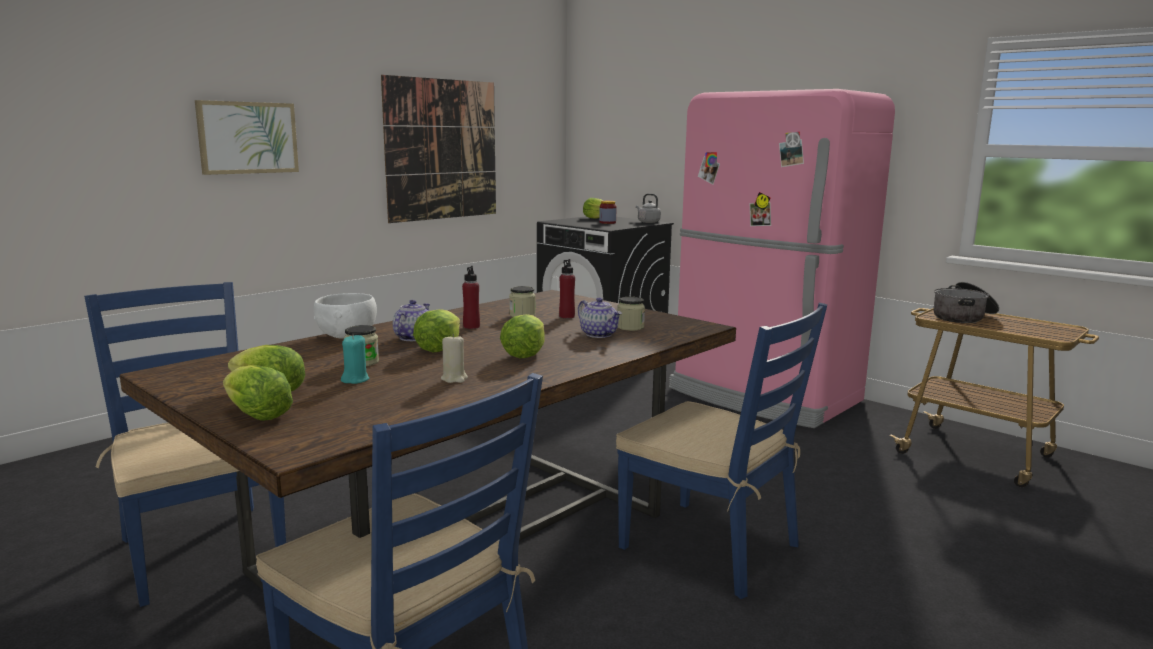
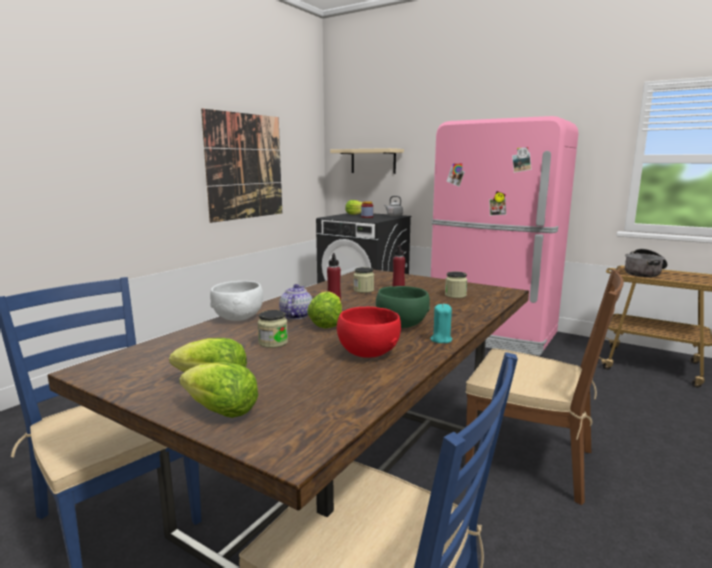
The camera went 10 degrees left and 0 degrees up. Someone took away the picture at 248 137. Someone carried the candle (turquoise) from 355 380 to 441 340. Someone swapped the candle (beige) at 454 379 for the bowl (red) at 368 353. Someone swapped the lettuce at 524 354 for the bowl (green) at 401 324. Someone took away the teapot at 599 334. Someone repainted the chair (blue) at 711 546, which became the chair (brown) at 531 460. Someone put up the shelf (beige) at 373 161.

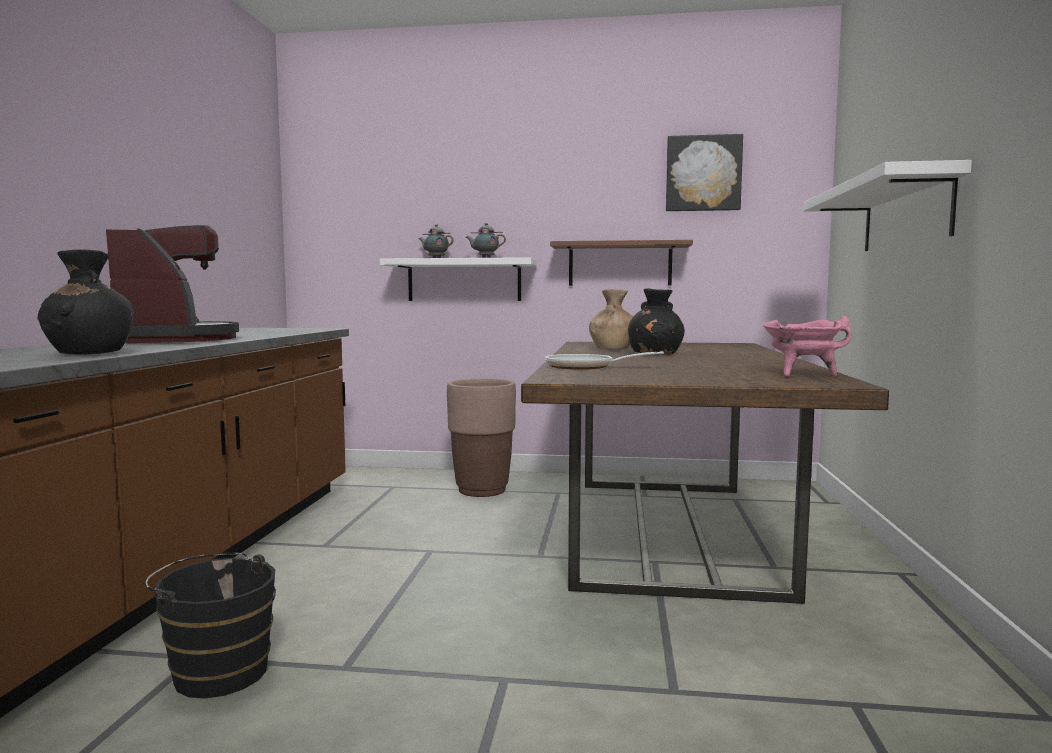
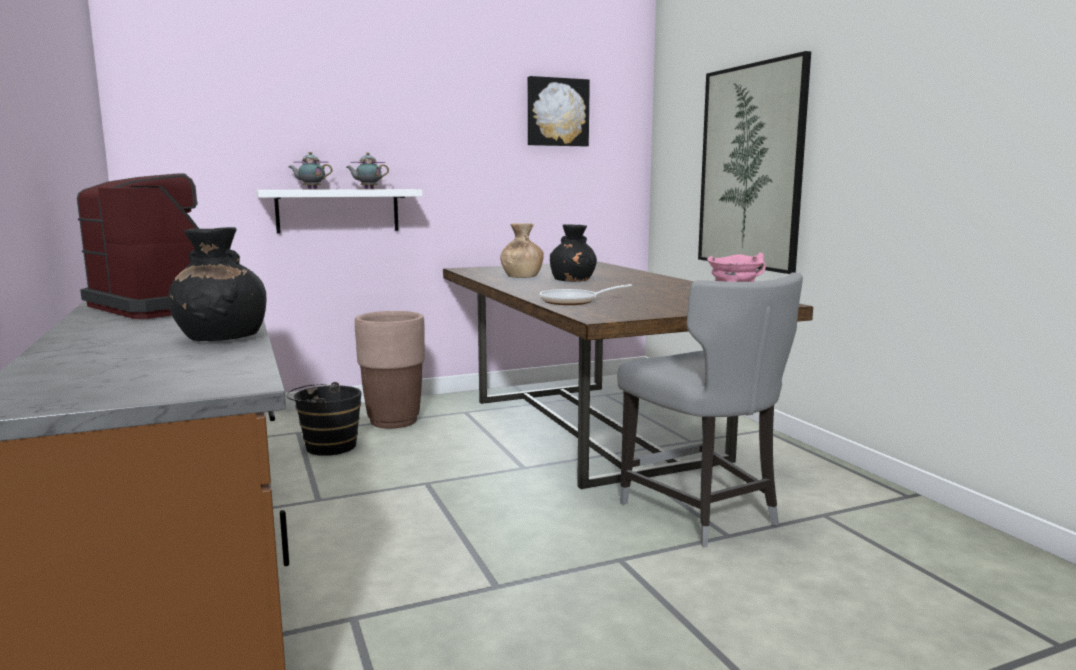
The camera went 30 degrees left and 5 degrees up. Someone carried the bucket (black) from 217 671 to 326 446. Someone took away the shelf (brown) at 620 264. Someone swapped the shelf (white) at 905 214 for the picture at 750 167. Someone put down the chair (grey) at 702 513.

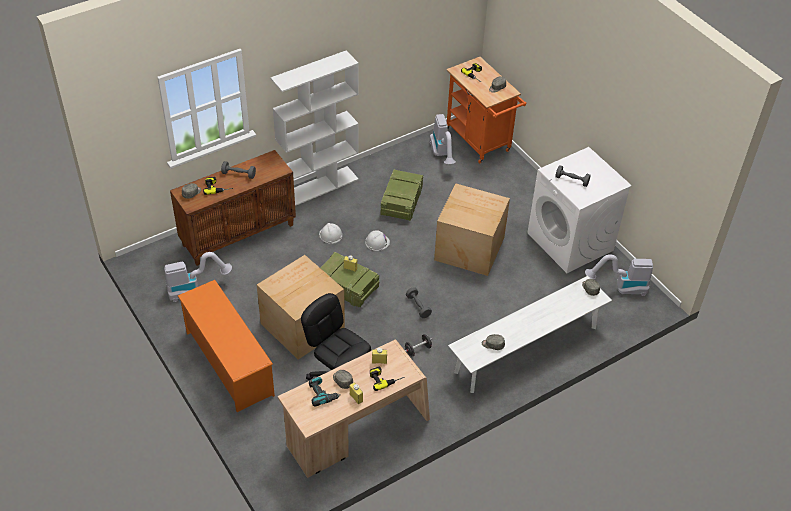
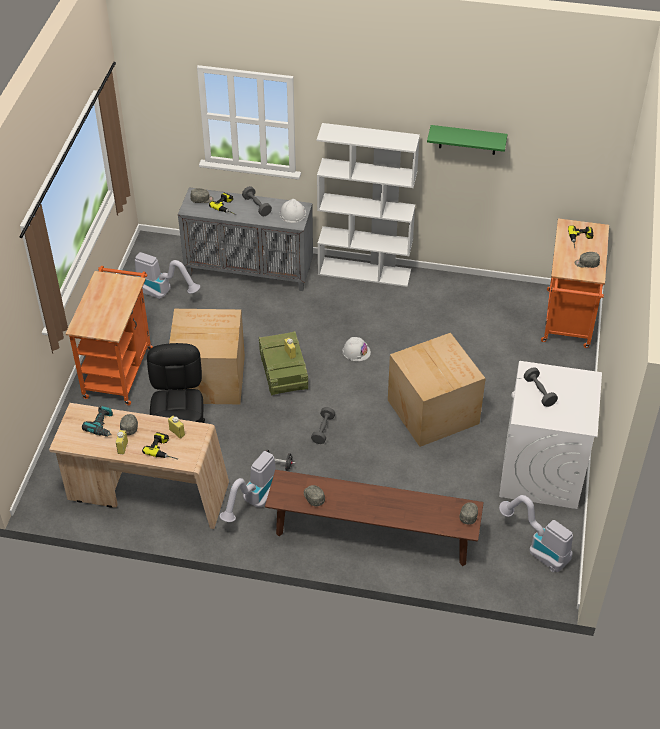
The camera went 45 degrees right and 0 degrees up. Someone repainted the cabinet (brown) at 238 234, which became the cabinet (grey) at 250 270. Someone swapped the shoe rack (orange) at 228 363 for the cart (orange) at 119 368. Someone carried the hard hat (white) from 330 235 to 292 213. Someone took away the crate at 401 203. Someone carried the vacuum cleaner from 442 155 to 253 503. Someone repainted the bench (white) at 526 349, which became the bench (brown) at 372 535. Someone put up the shelf (green) at 467 140.

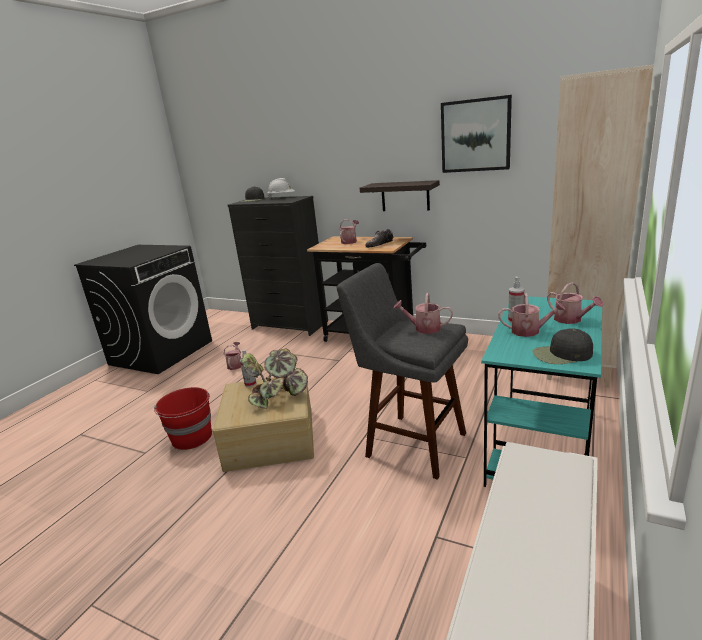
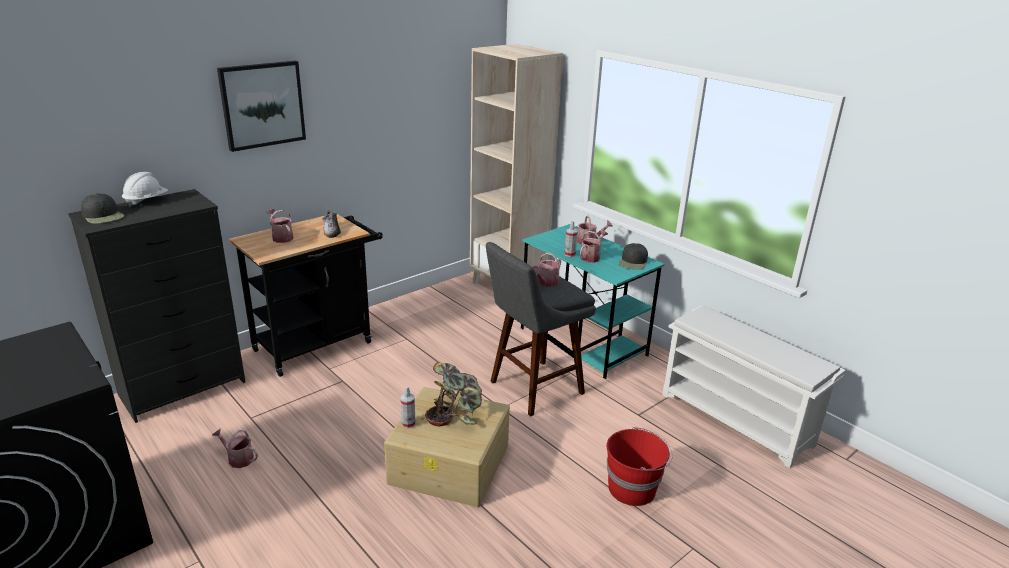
The camera went 70 degrees left and 5 degrees up. Someone carried the bucket (red) from 192 437 to 633 488. Someone took away the shelf at 405 196. Someone carried the picture from 475 135 to 262 105.

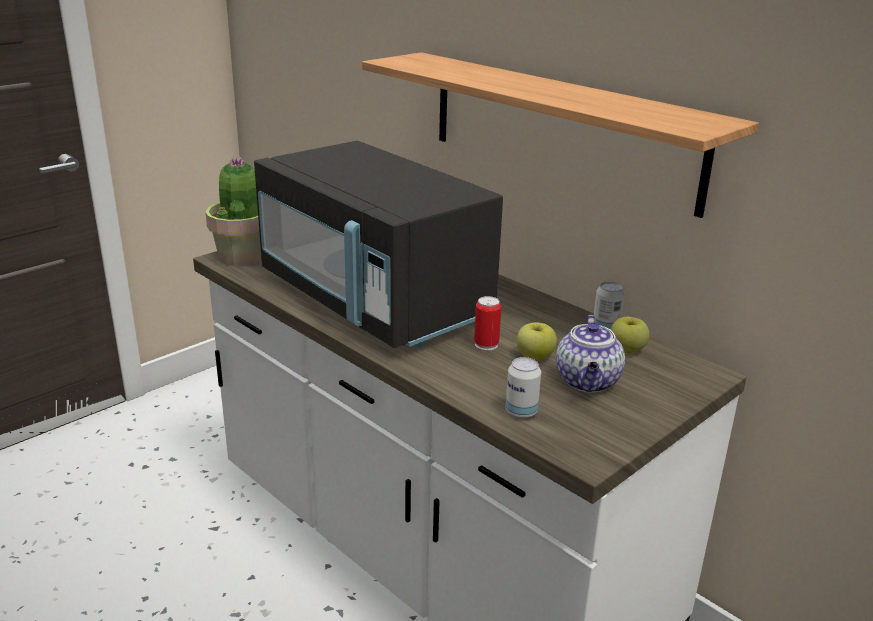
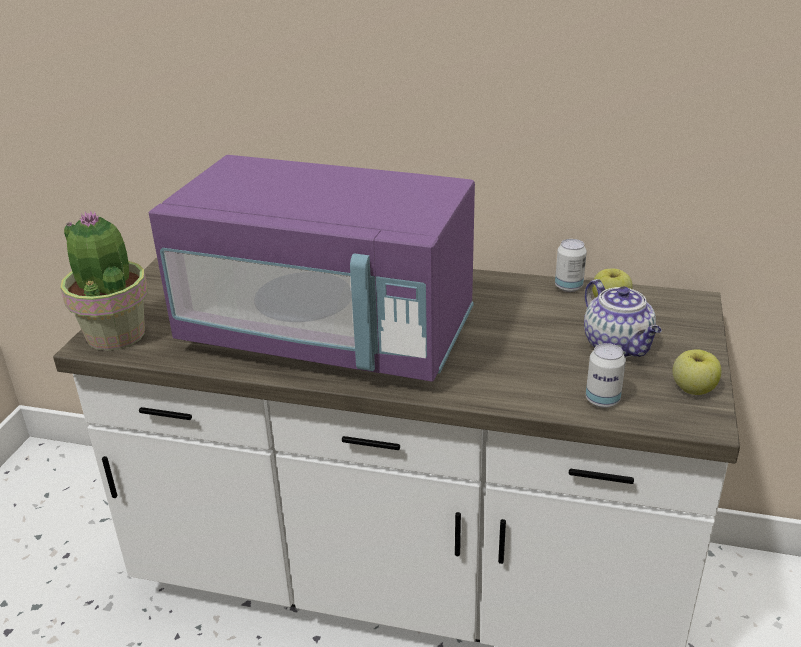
The camera went 30 degrees left and 5 degrees up. Someone repainted the microwave (black) at 374 301, which became the microwave (purple) at 328 335. Someone took away the shelf at 560 128. Someone took away the can at 486 344. Someone carried the apple from 535 356 to 693 389.

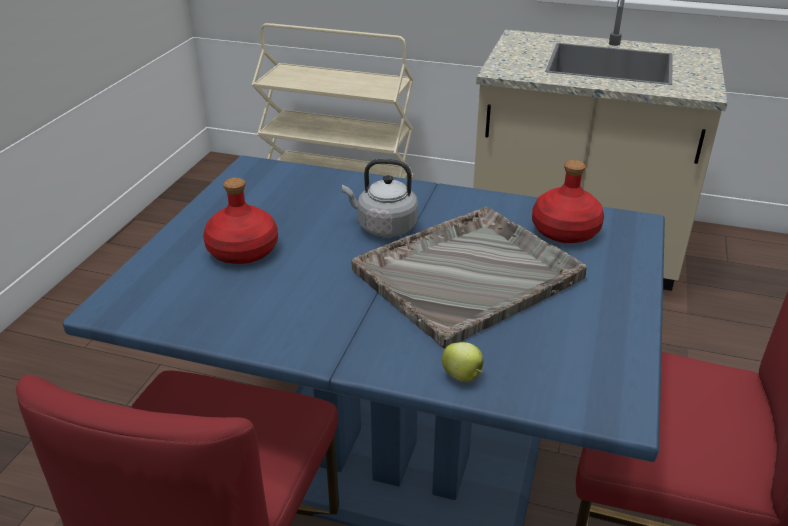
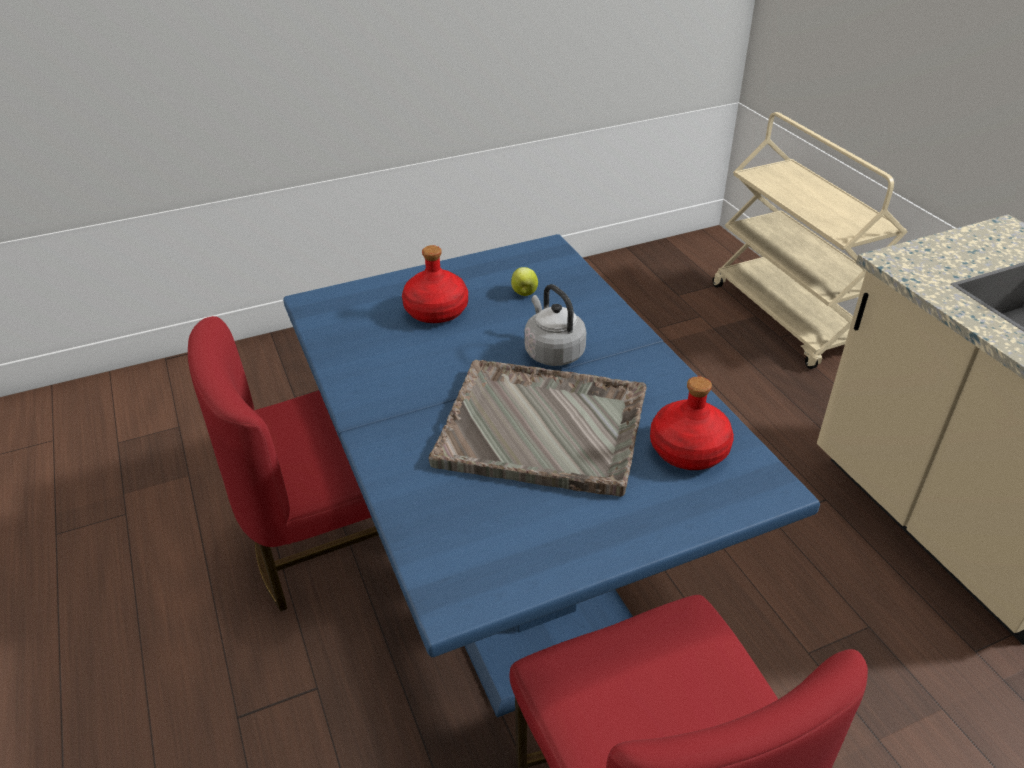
The camera went 50 degrees right and 5 degrees up. Someone carried the apple from 463 376 to 524 293.

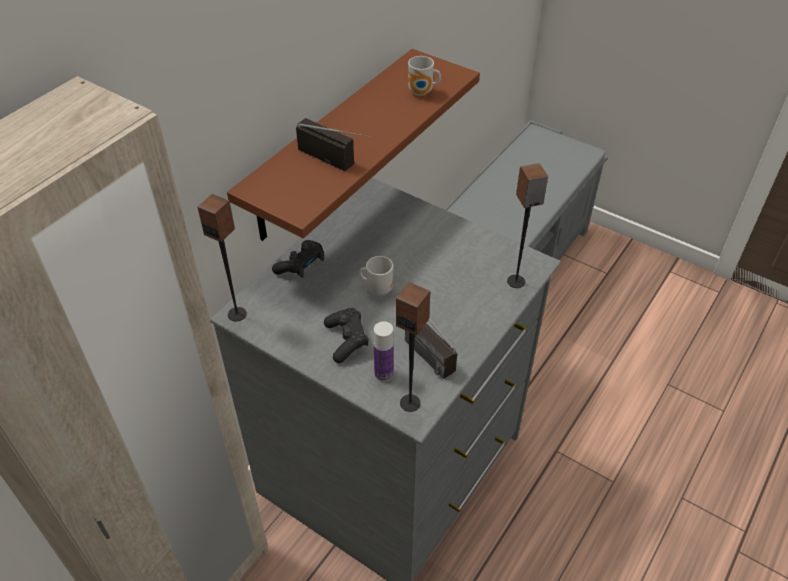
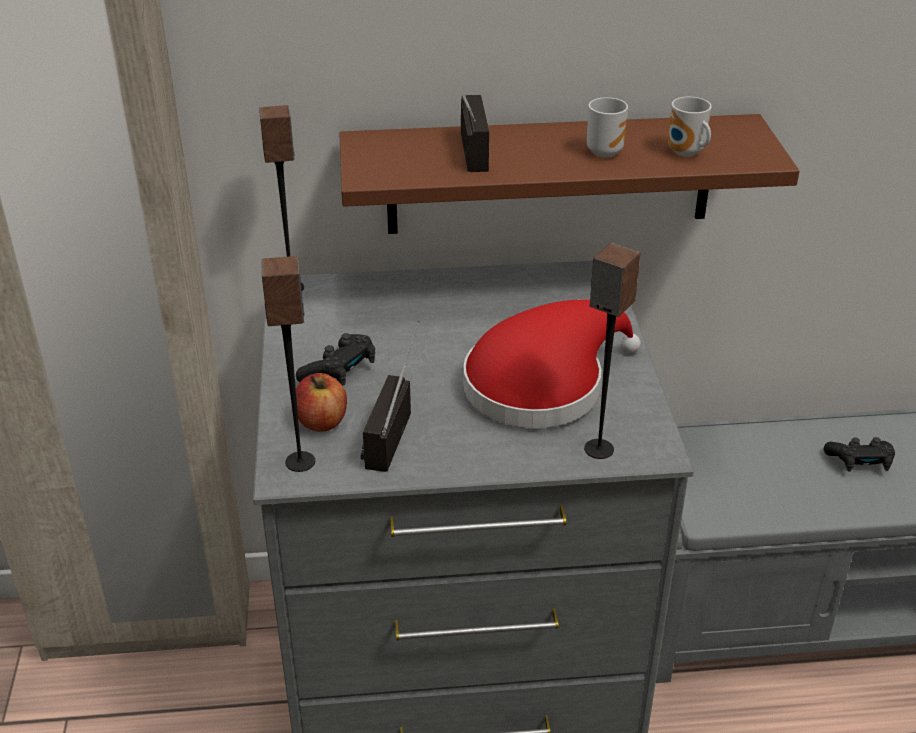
The camera went 50 degrees right and 10 degrees down. Someone carried the game controller (black) from 301 266 to 860 463. Someone carried the mug from 378 288 to 604 151. Someone swapped the bottle at 384 373 for the apple at 322 421. Someone put down the hat (red) at 542 384.

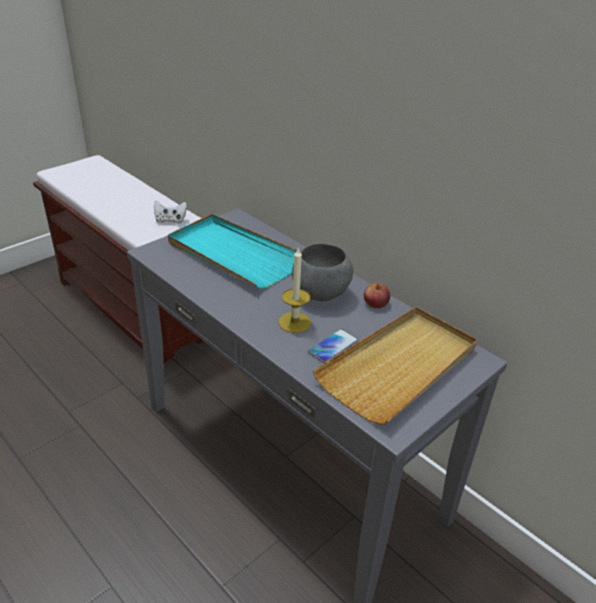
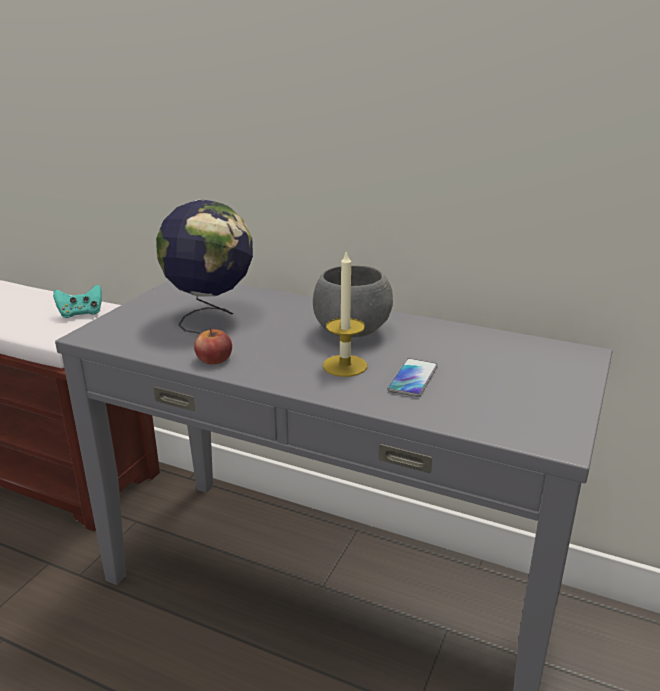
The camera went 20 degrees left and 10 degrees down. Someone repainted the game controller (white) at 170 220, which became the game controller (turquoise) at 81 313. Someone swapped the tray (turquoise) at 233 255 for the globe at 211 316. Someone took away the tray (beige) at 399 366. Someone carried the apple from 375 303 to 214 359.

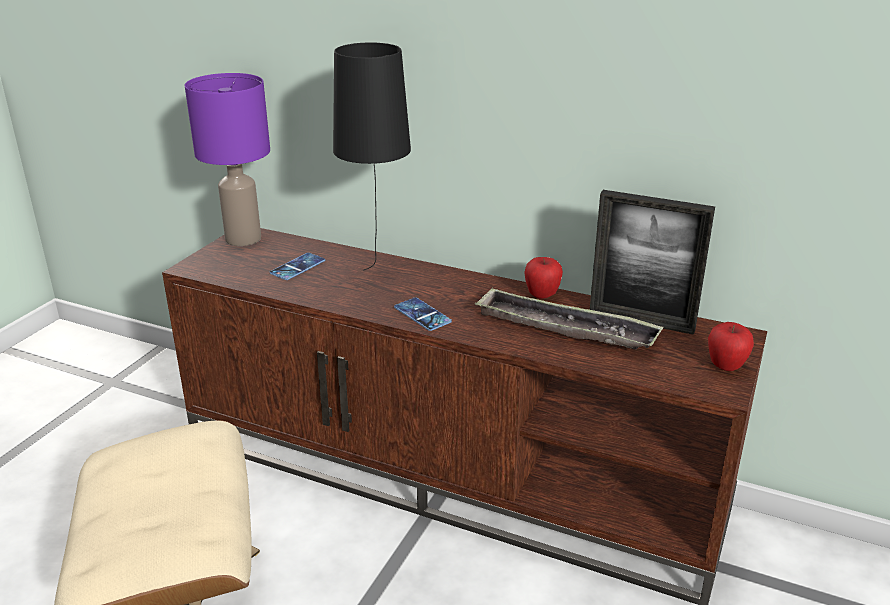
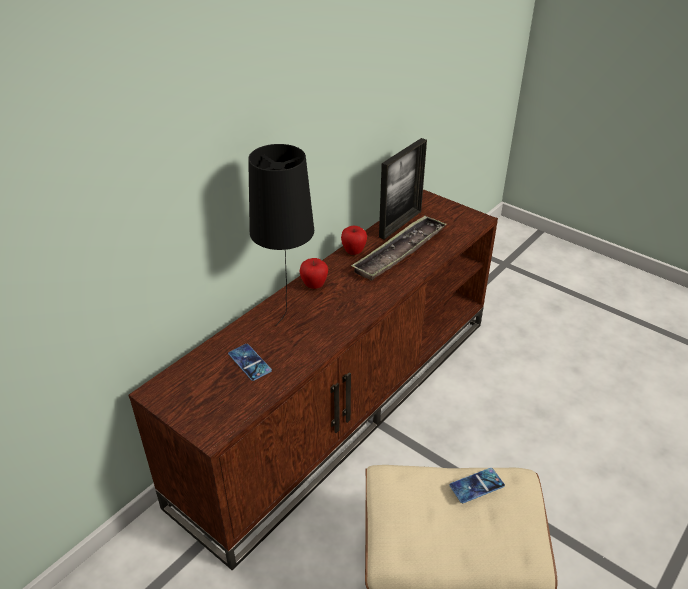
The camera went 75 degrees left and 10 degrees up. Someone took away the table lamp (purple) at 242 239. Someone carried the phone from 422 314 to 476 485. Someone carried the apple from 725 366 to 314 285.

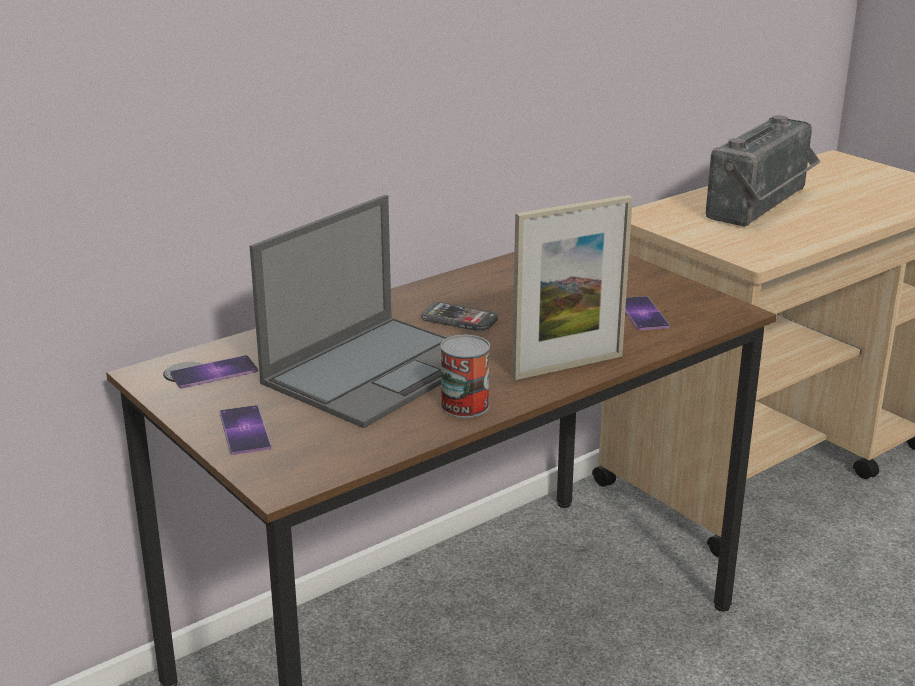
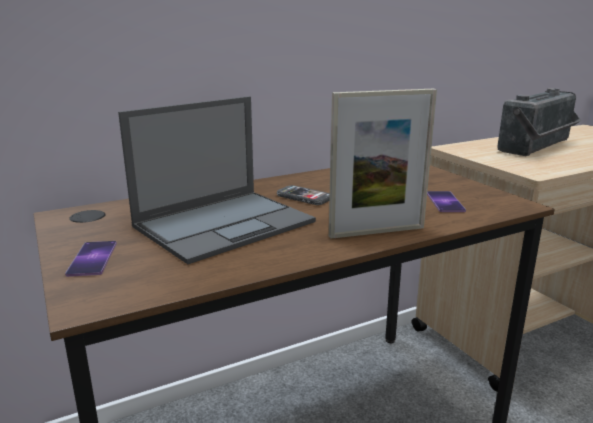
The camera went 10 degrees right and 5 degrees down. Someone took away the phone at 214 372. Someone took away the can at 465 406.

